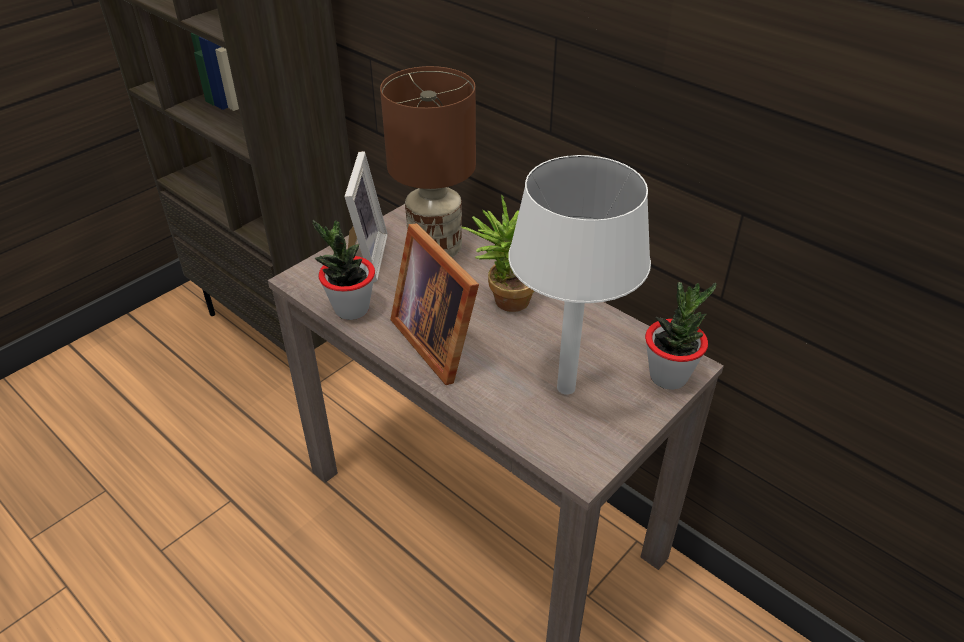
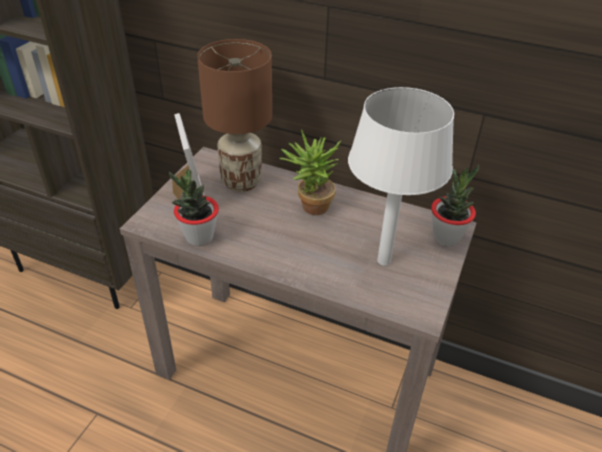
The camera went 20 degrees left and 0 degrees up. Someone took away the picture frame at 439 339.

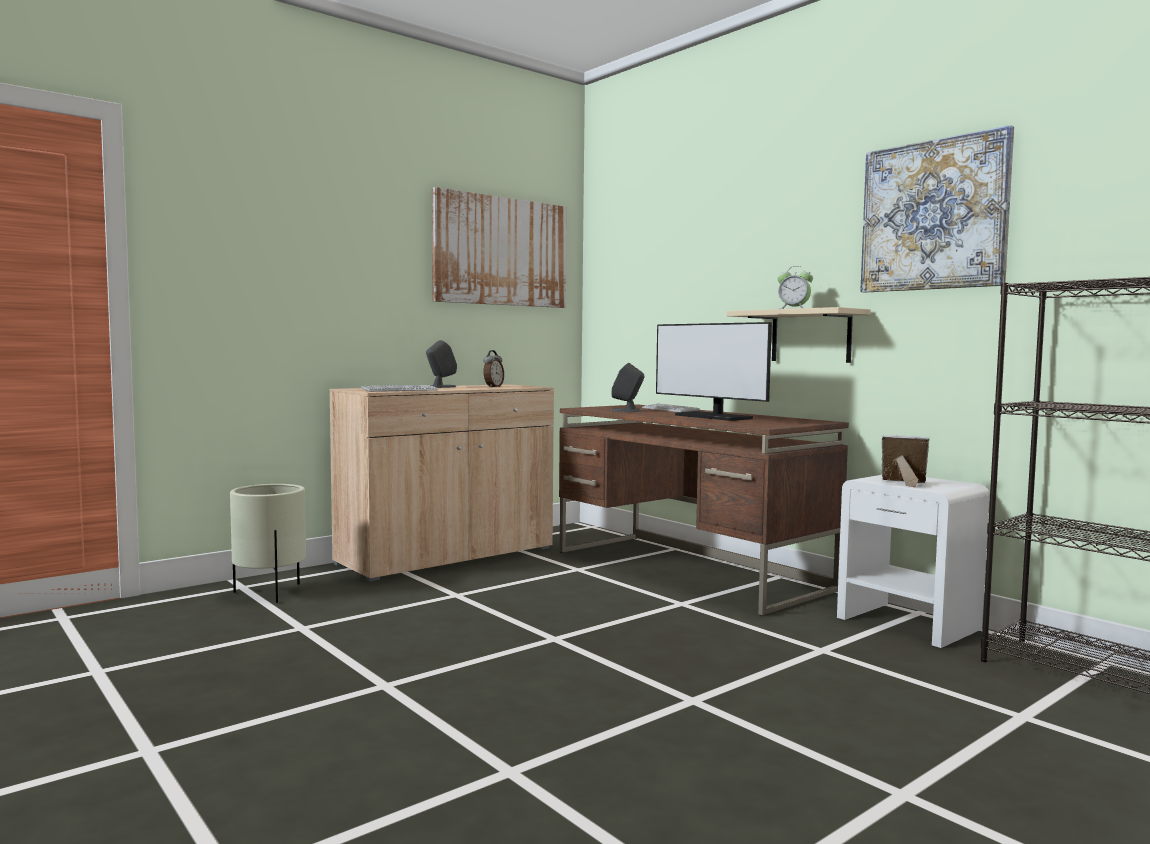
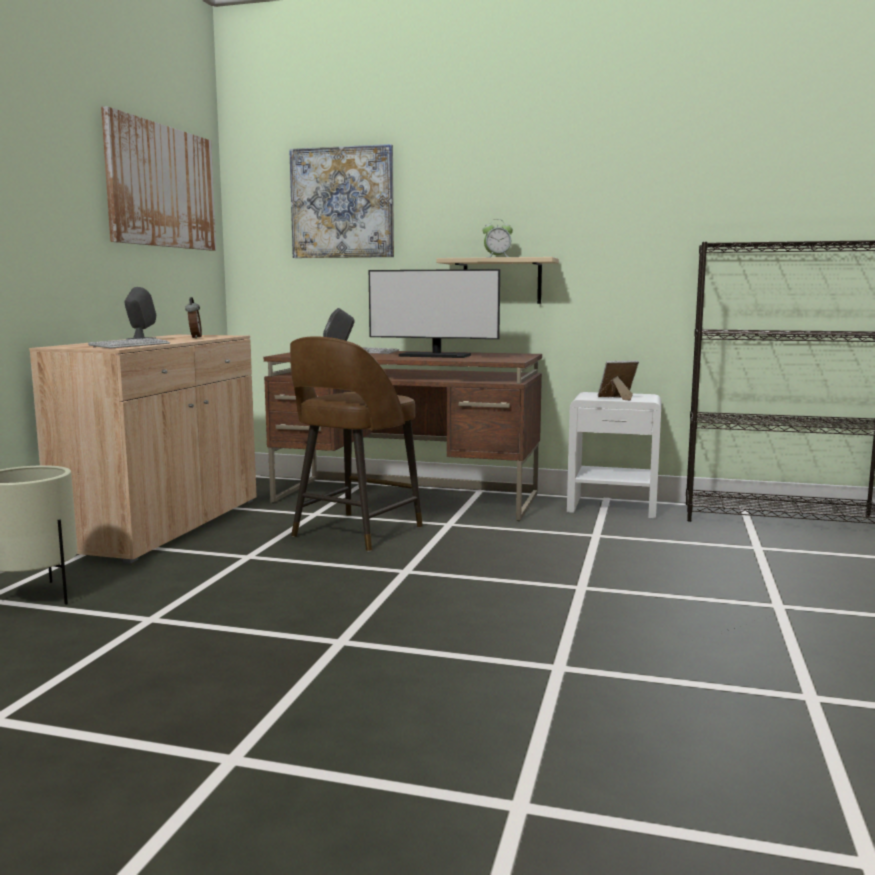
The camera went 35 degrees left and 5 degrees up. Someone carried the picture from 933 215 to 342 203. Someone put down the stool (brown) at 355 532.

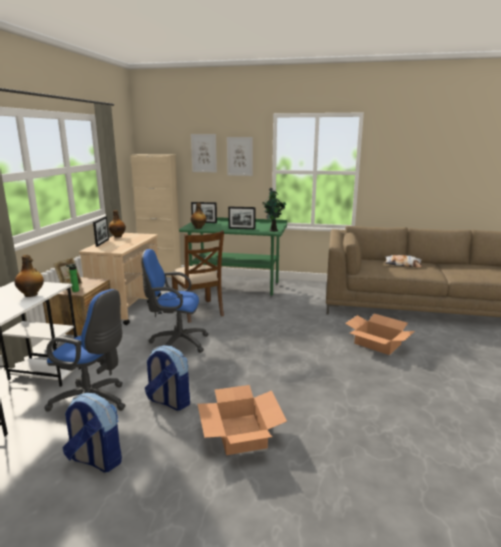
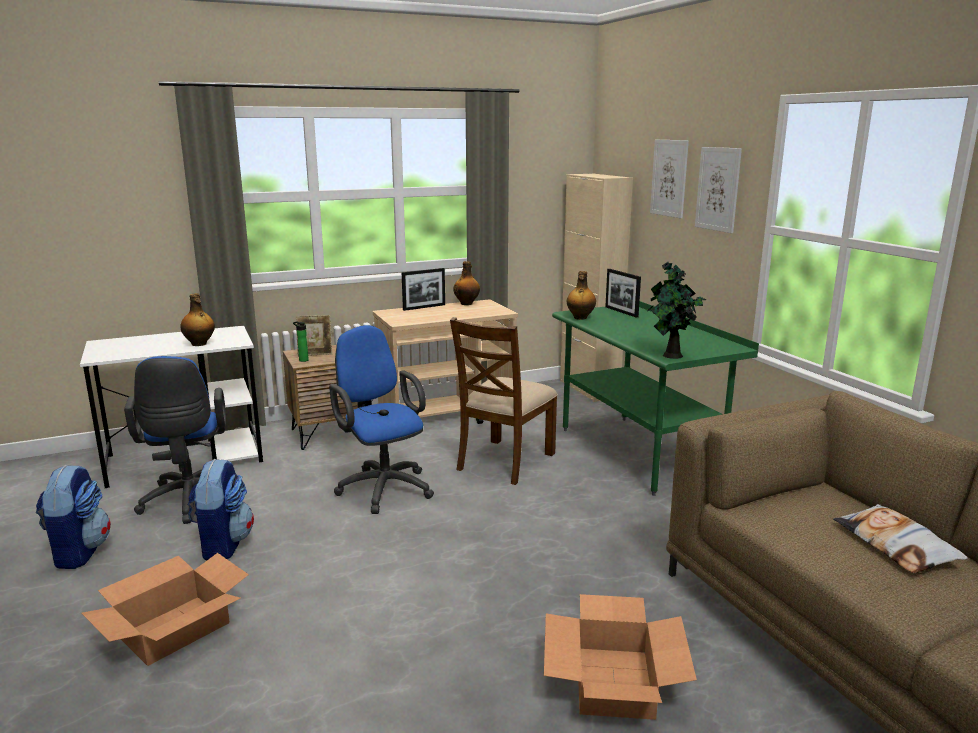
The camera went 55 degrees right and 0 degrees up. Someone took away the picture frame at 242 228.

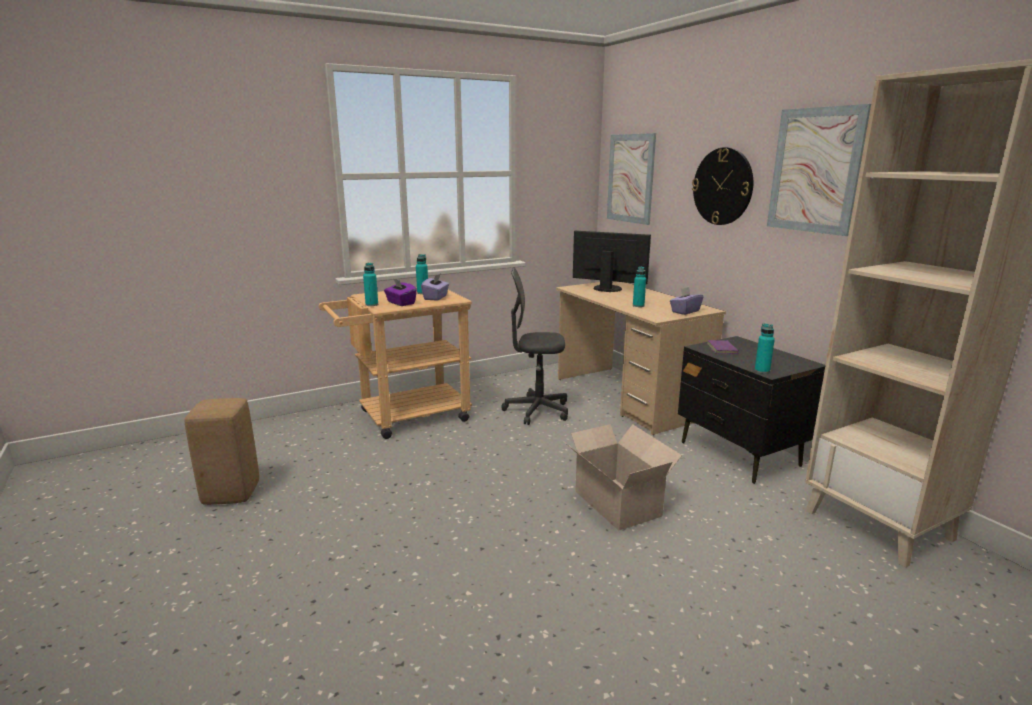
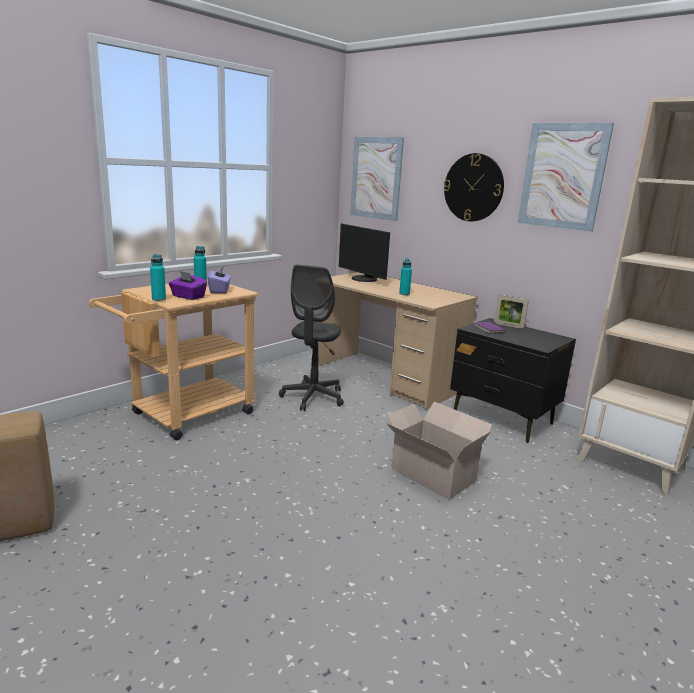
The camera went 20 degrees left and 0 degrees up. Someone rotated the office chair (grey) at 537 411 by 60 degrees counterclockwise. Someone rotated the monitor at 608 288 by 135 degrees counterclockwise. Someone took away the tissue box (purple) at 685 311. Someone took away the bottle (turquoise) at 762 371. Someone put down the picture frame at 508 325.

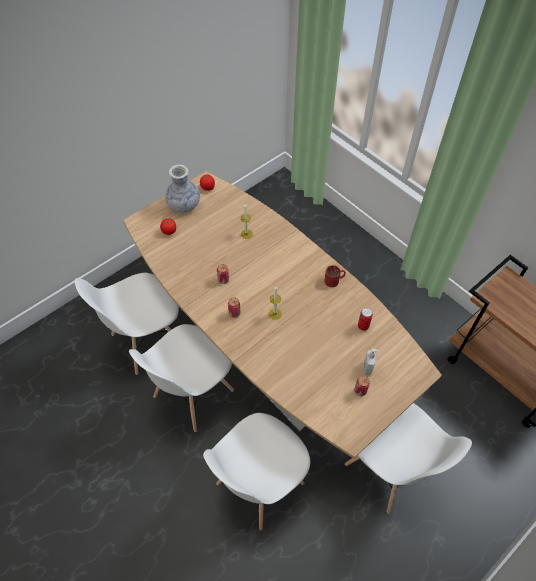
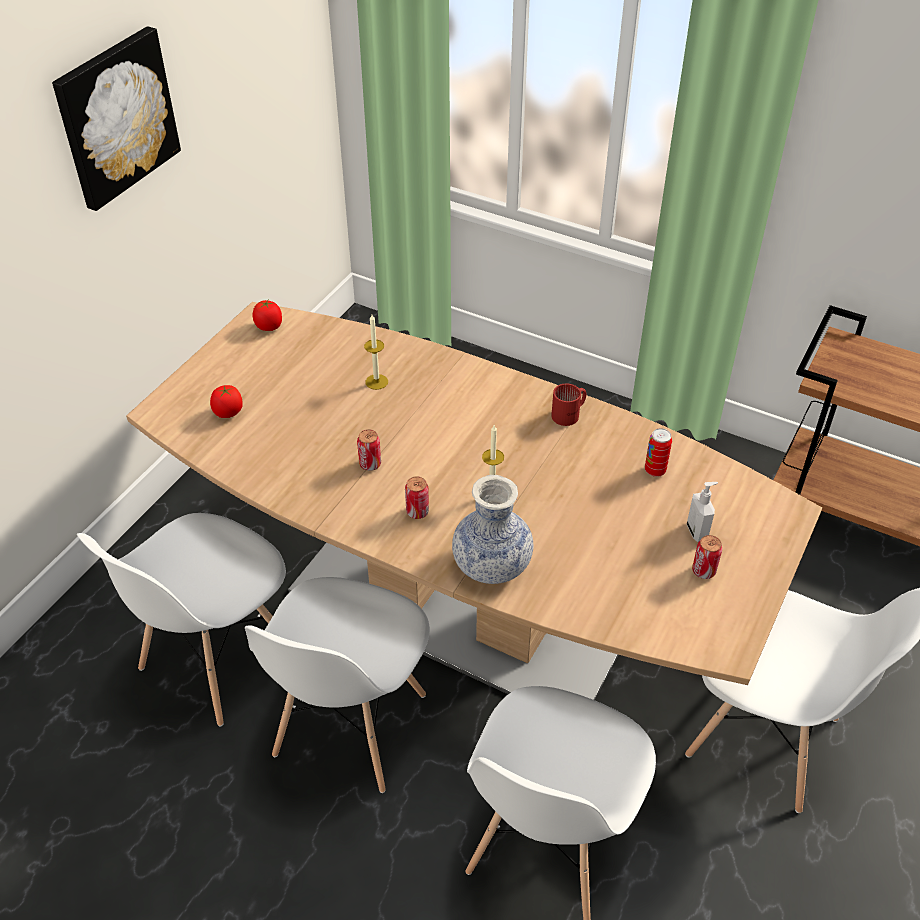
The camera went 20 degrees left and 10 degrees down. Someone carried the vase from 184 205 to 492 564. Someone put up the picture at 115 117.

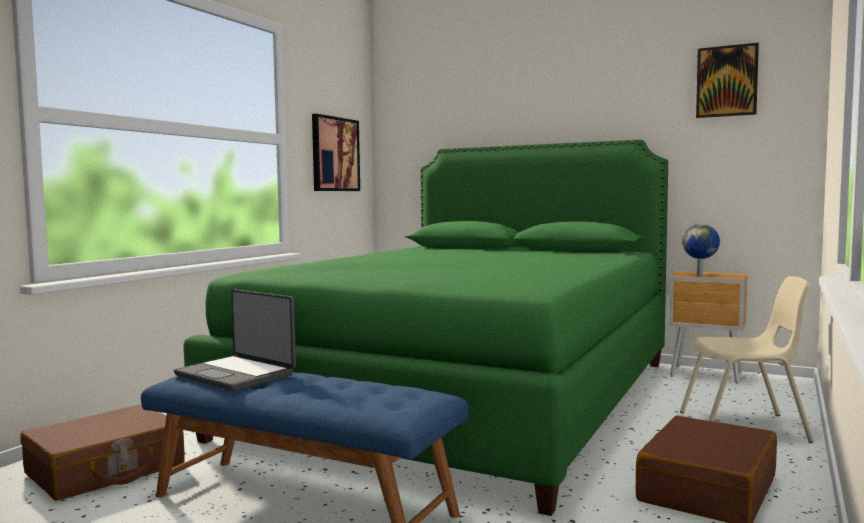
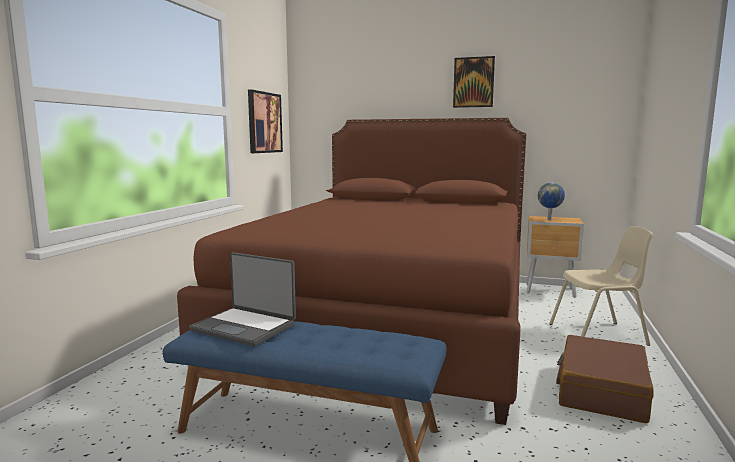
The camera went 10 degrees left and 5 degrees up. Someone took away the suitcase (brown) at 105 470. Someone repainted the bed (green) at 467 397, which became the bed (brown) at 390 318. Someone carried the picture from 726 81 to 473 82.

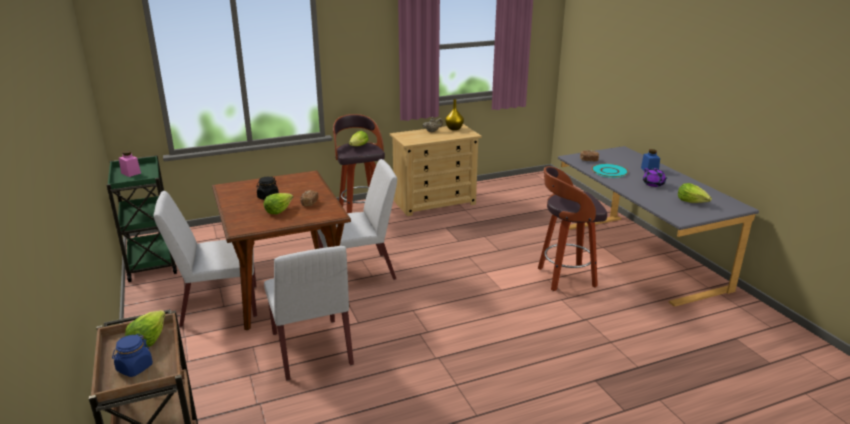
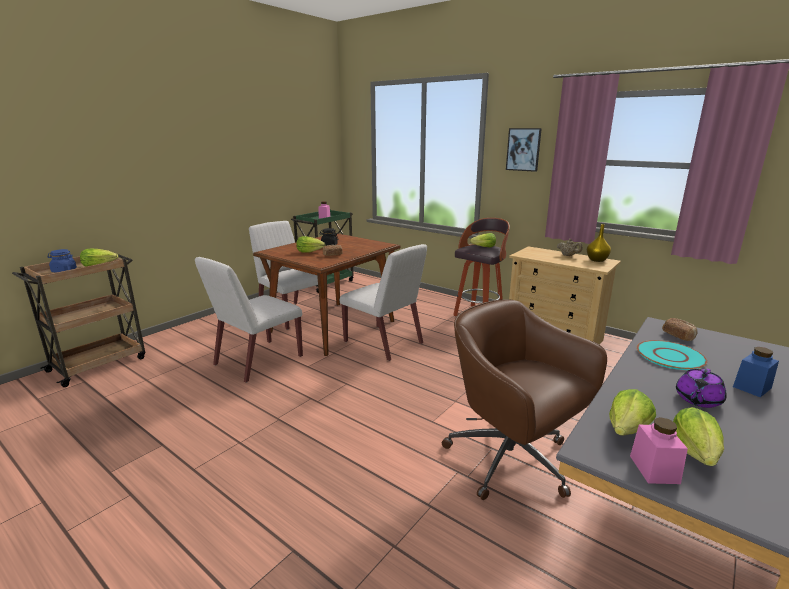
The camera went 60 degrees right and 5 degrees down. Someone swapped the stool at 564 278 for the office chair (brown) at 512 461. Someone put up the picture at 523 149. Someone put down the lettuce at 627 429. Someone put down the jar (pink) at 654 469.

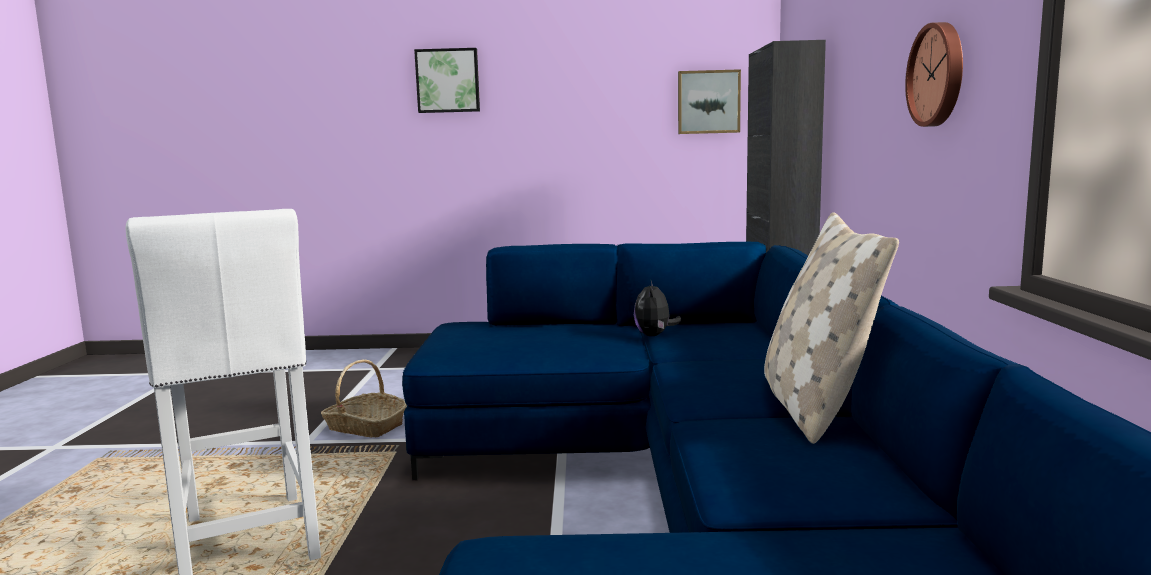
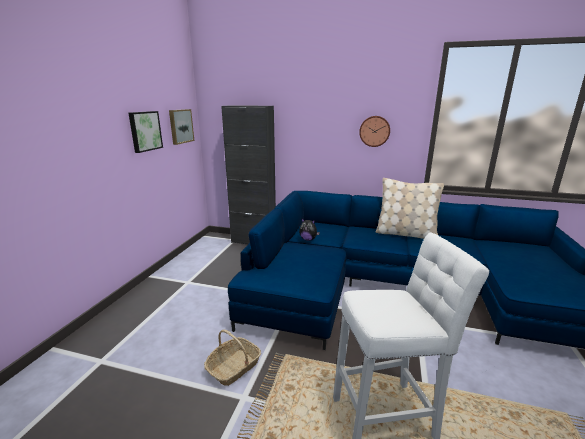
The camera went 75 degrees left and 10 degrees up. Someone carried the picture from 448 81 to 145 131.

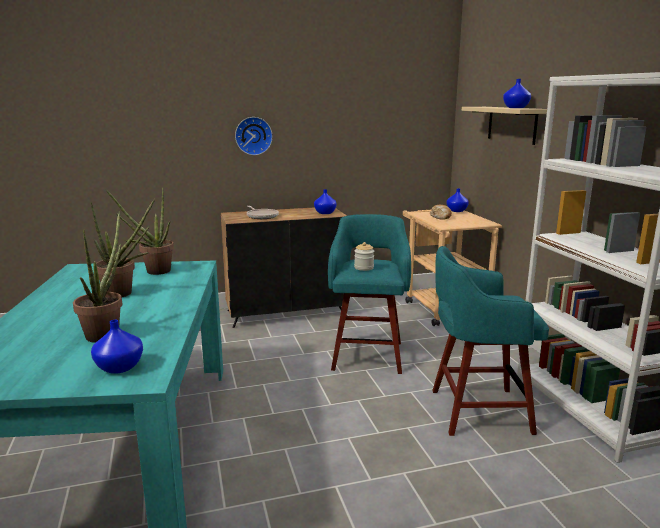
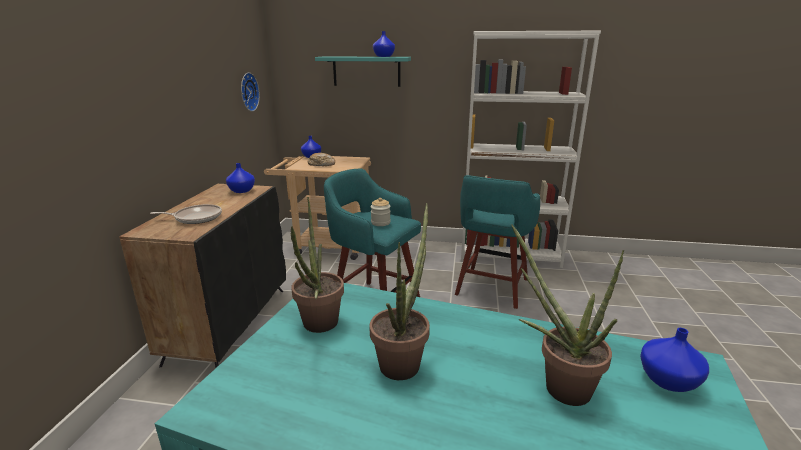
The camera went 65 degrees left and 5 degrees up. Someone carried the wall clock from 253 136 to 247 92. Someone repainted the shelf (beige) at 512 124, which became the shelf (turquoise) at 366 71.

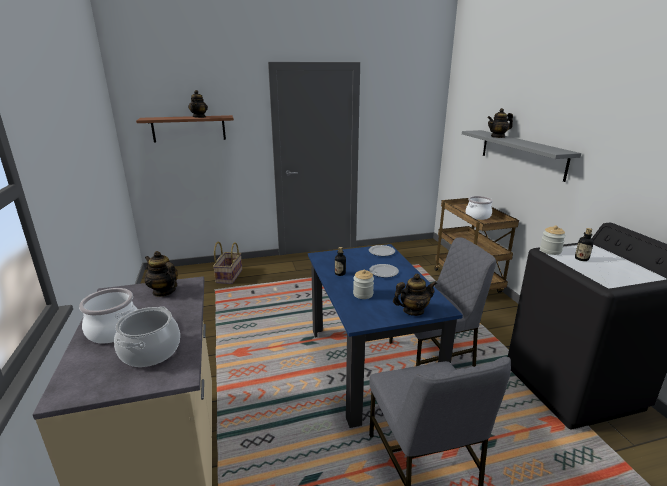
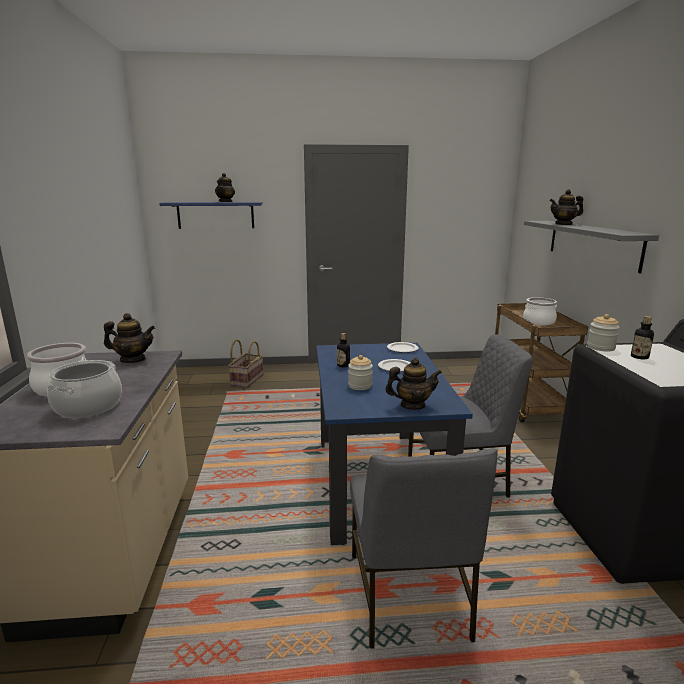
The camera went 10 degrees right and 5 degrees down. Someone repainted the shelf (brown) at 189 128, which became the shelf (blue) at 215 215. Someone rotated the teapot at 164 291 by 135 degrees clockwise.

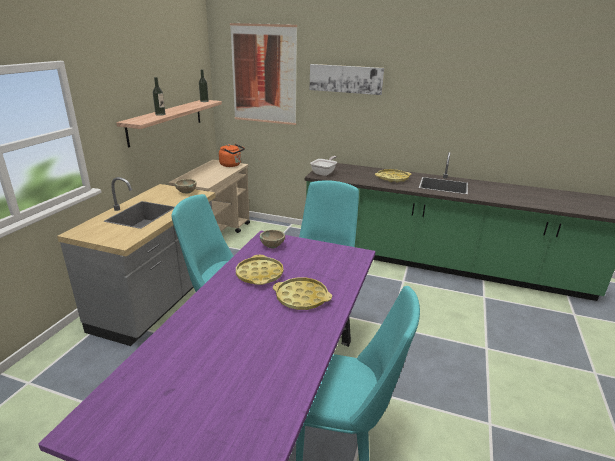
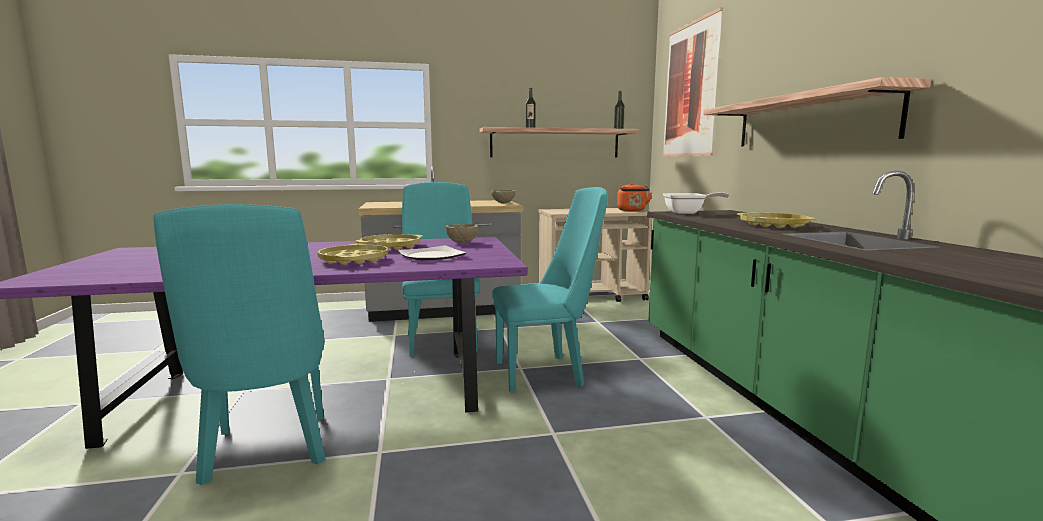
The camera went 60 degrees right and 15 degrees down. Someone took away the picture at 346 79. Someone put down the plate at 432 256. Someone put up the shelf at 809 120.

